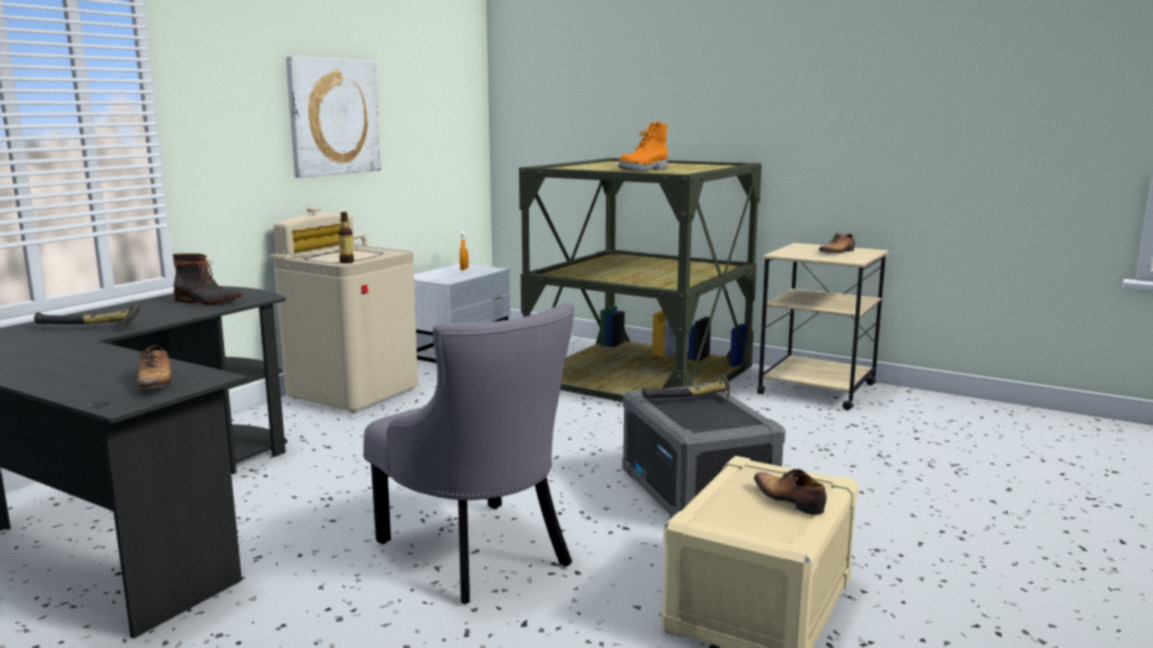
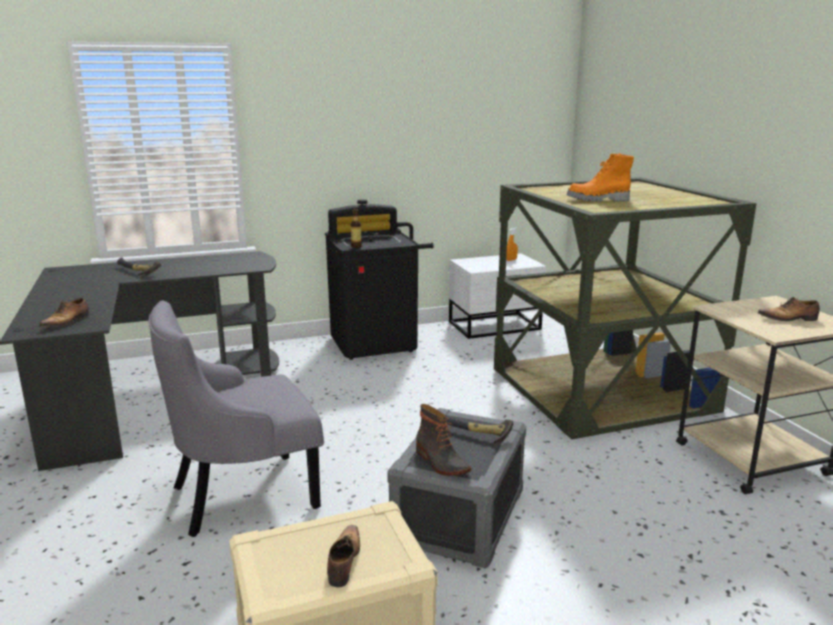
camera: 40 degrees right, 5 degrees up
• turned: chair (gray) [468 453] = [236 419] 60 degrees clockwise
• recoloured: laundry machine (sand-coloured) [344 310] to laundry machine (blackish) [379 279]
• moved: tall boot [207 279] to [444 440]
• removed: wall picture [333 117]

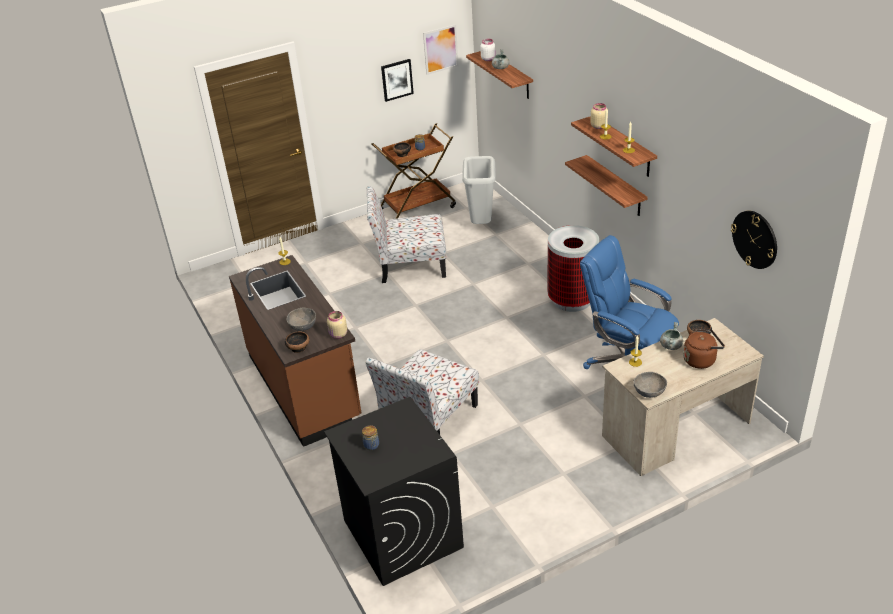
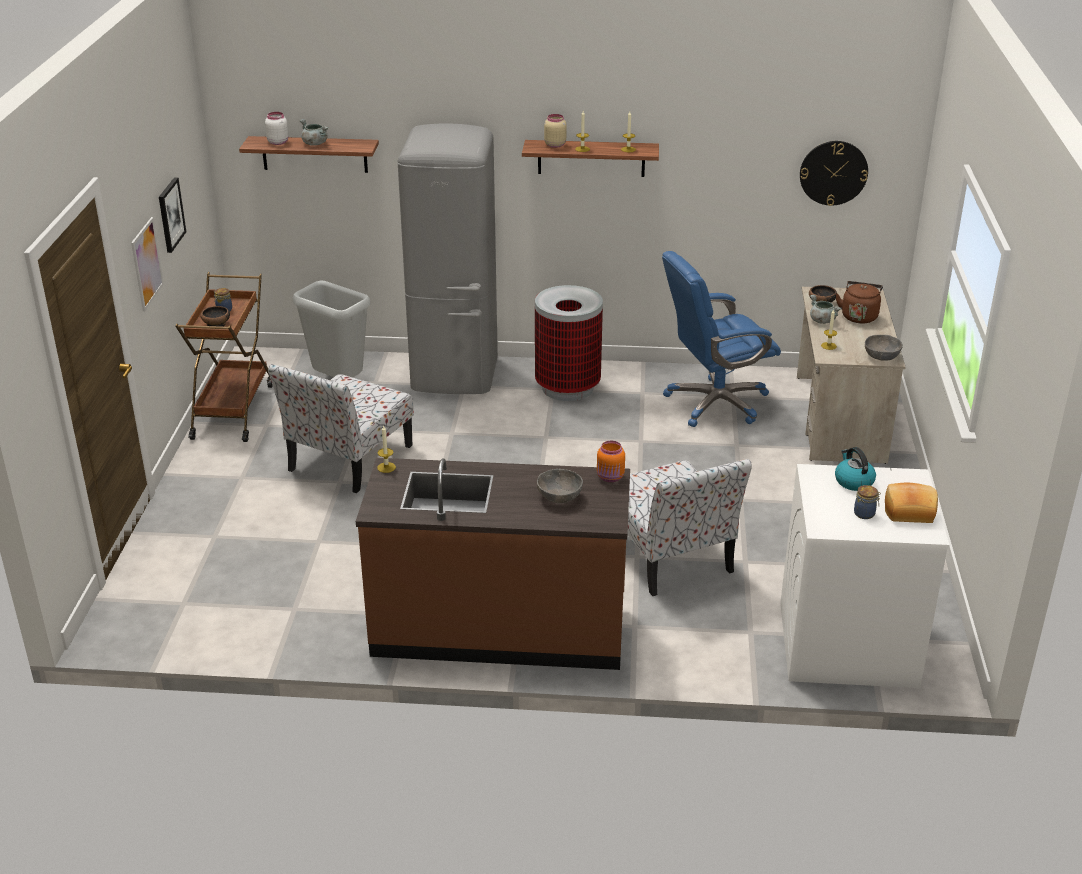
camera: 60 degrees left, 5 degrees down
• moved: wall picture [440 49] to [147 264]
• added: refrigerator (gray) [448 258]
• recoloured: jar (sand-coloured) [337 325] to jar (orange) [611 461]
• recoloured: laundry machine (blackish) [394 491] to laundry machine (white) [864 576]
• added: kettle [855 469]
• added: bread [911 503]
• removed: bowl [297 342]
• removed: wall shelf [606 185]

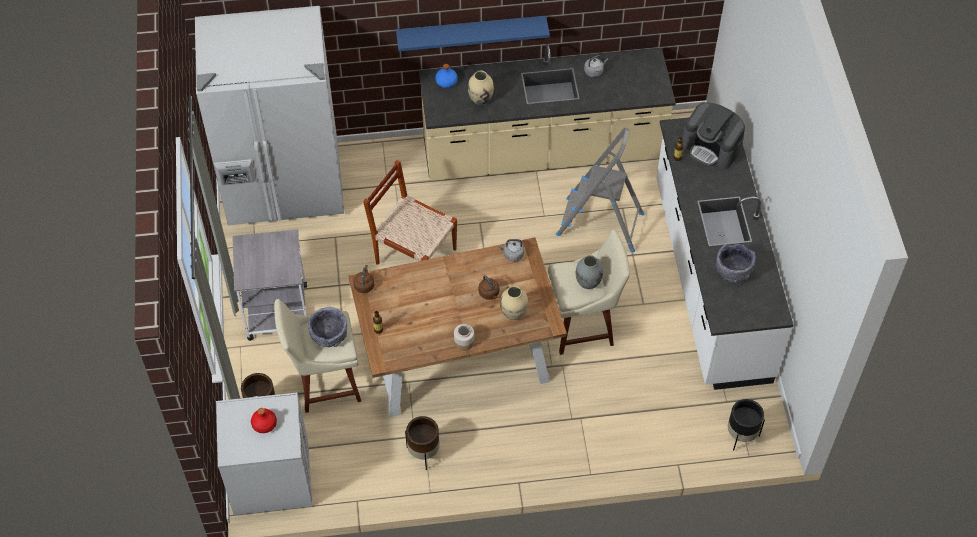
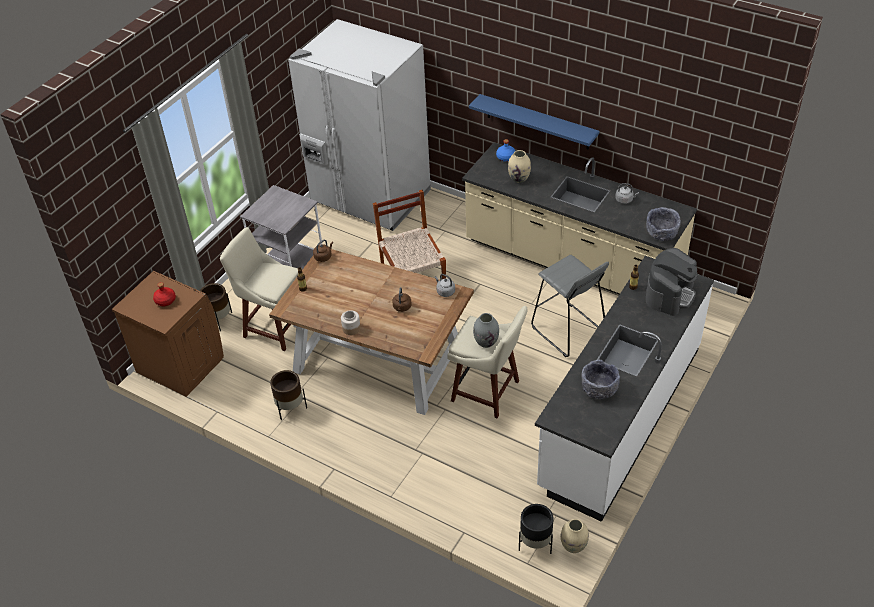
camera: 40 degrees right, 10 degrees down
• recoloured: laundry machine (white) [264 454] to laundry machine (brownish) [168 334]
• replaced: stepladder (gray) [600 189] to sitting stool (gray) [570 306]
• moved: flower vase (sand-coloured) [514 303] to [575 536]
• moved: bowl (gray) [327 327] to [663 224]
• turned: coffee maker [713 135] = [671 282] 135 degrees counterclockwise

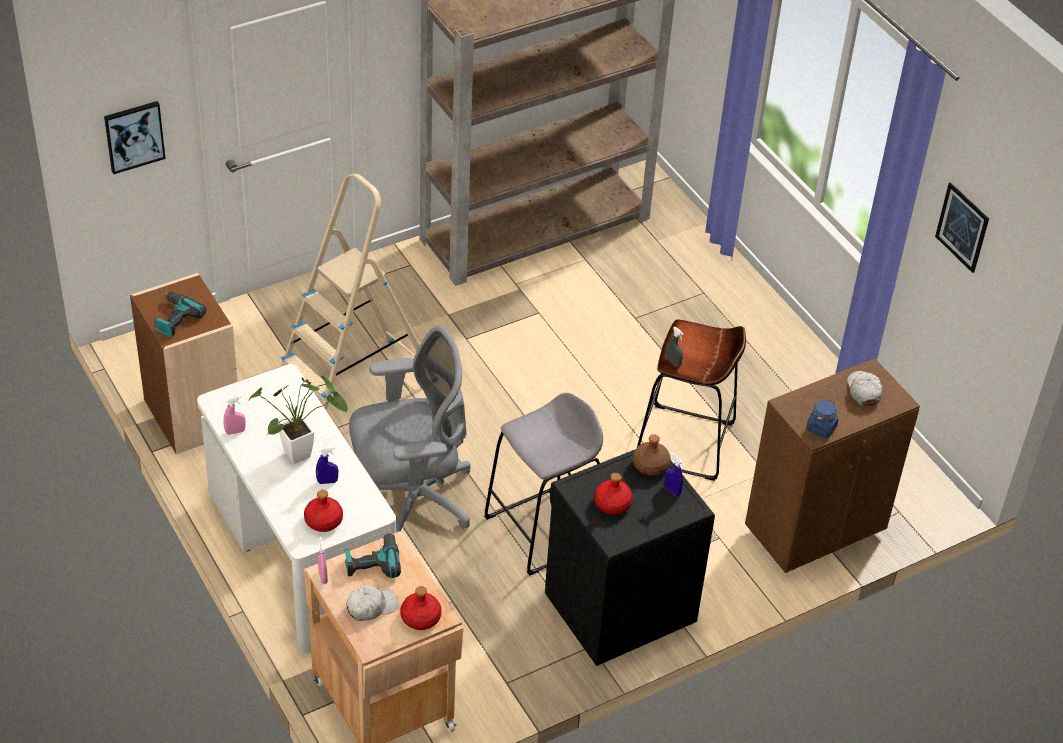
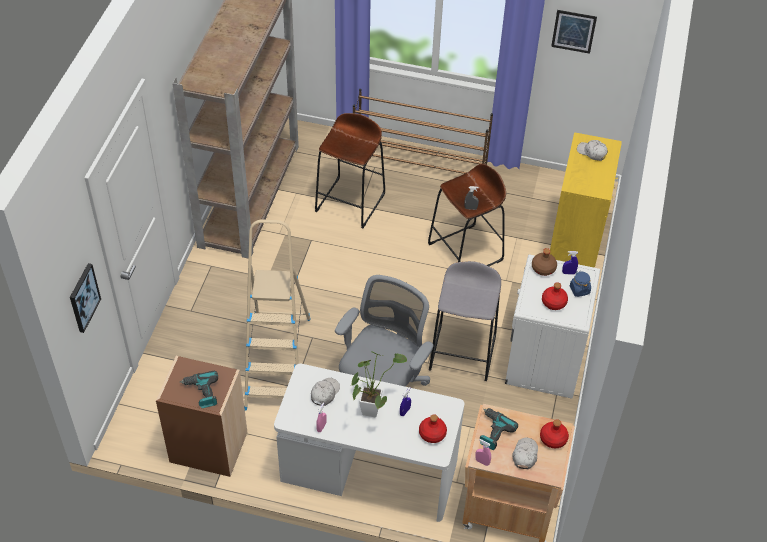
camera: 45 degrees left, 5 degrees up
• added: cap (white) [325 392]
• added: sitting stool (brownish) [350 170]
• added: shoe stand (brownish) [423 131]
• recoloured: laundry machine (blackish) [630 558] to laundry machine (white) [553 326]
• recoloured: cupboard (brownish) [832 465] to cupboard (yellowish) [586 200]
• moved: jar (blue-coloured) [822 419] to [580 284]

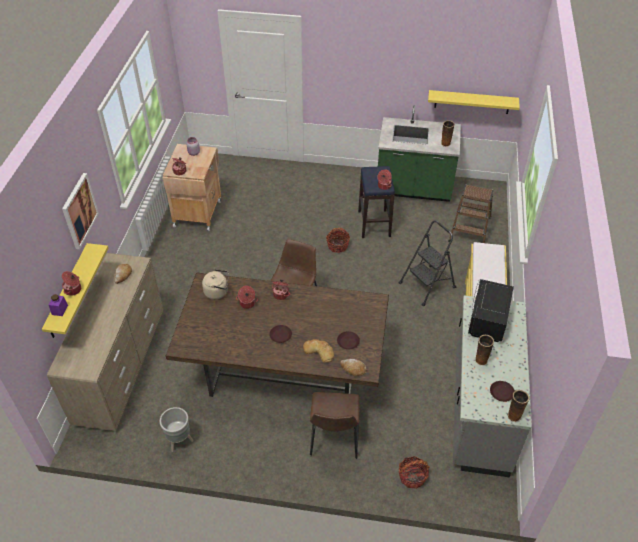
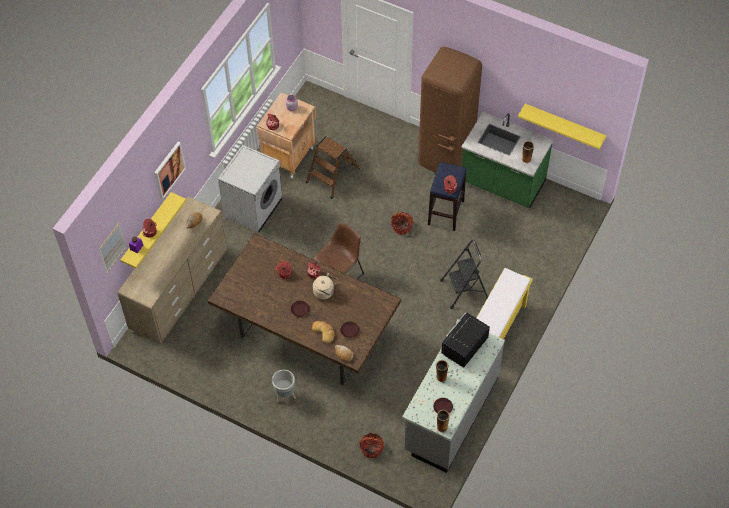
camera: 20 degrees right, 10 degrees up
• added: wall picture [112 247]
• added: laundry machine (white) [250 189]
• moved: flower pot (gray) [176 429] to [284 386]
• moved: stepladder (brownish) [471 213] to [333 167]
• moved: kettle (sand-coloured) [215 284] to [325 286]
• added: refrigerator (brownish) [450 110]
• removed: chair (brownish) [335 425]

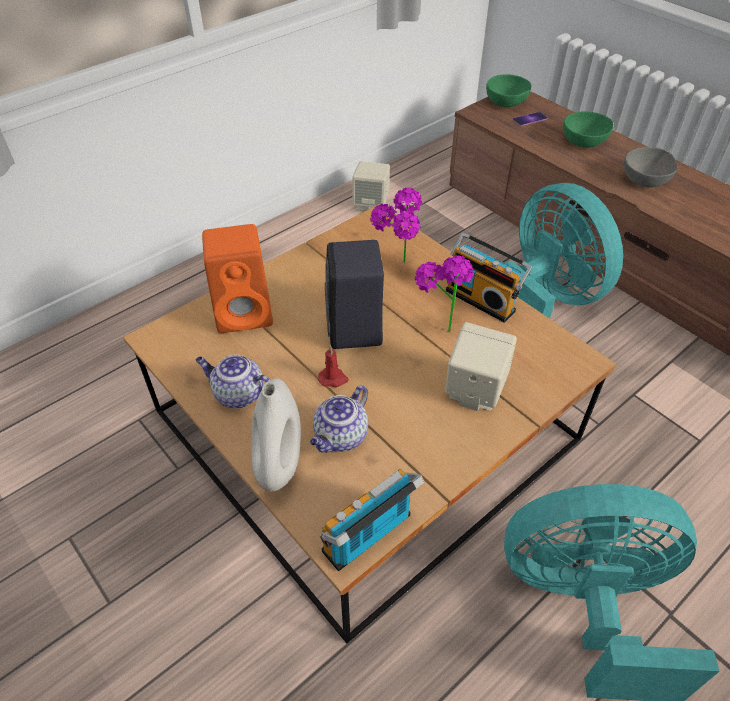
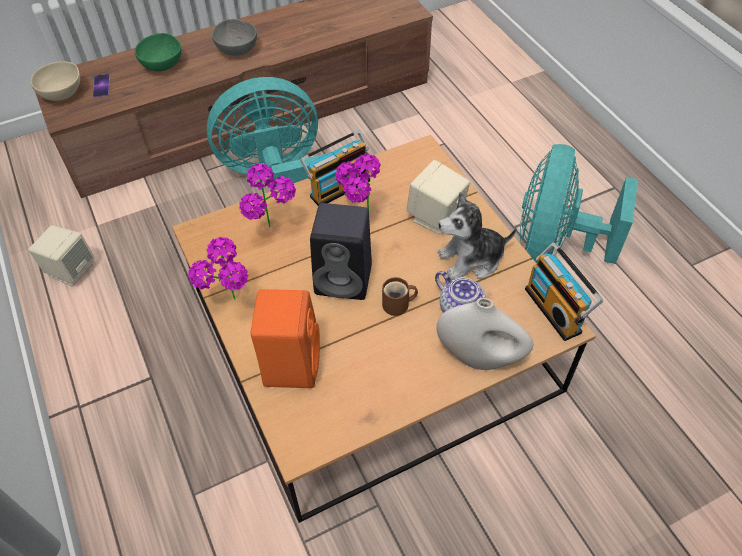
camera: 75 degrees left, 5 degrees up
• recoloured: bowl (green) [508 90] to bowl (sand-coloured) [55 81]
• added: plant in a pot [218 268]
• replaced: wax candle (red-coloured) [333 366] to mug (brownish) [400 296]
• added: plush toy [477 236]
• removed: pot for tea [233 381]

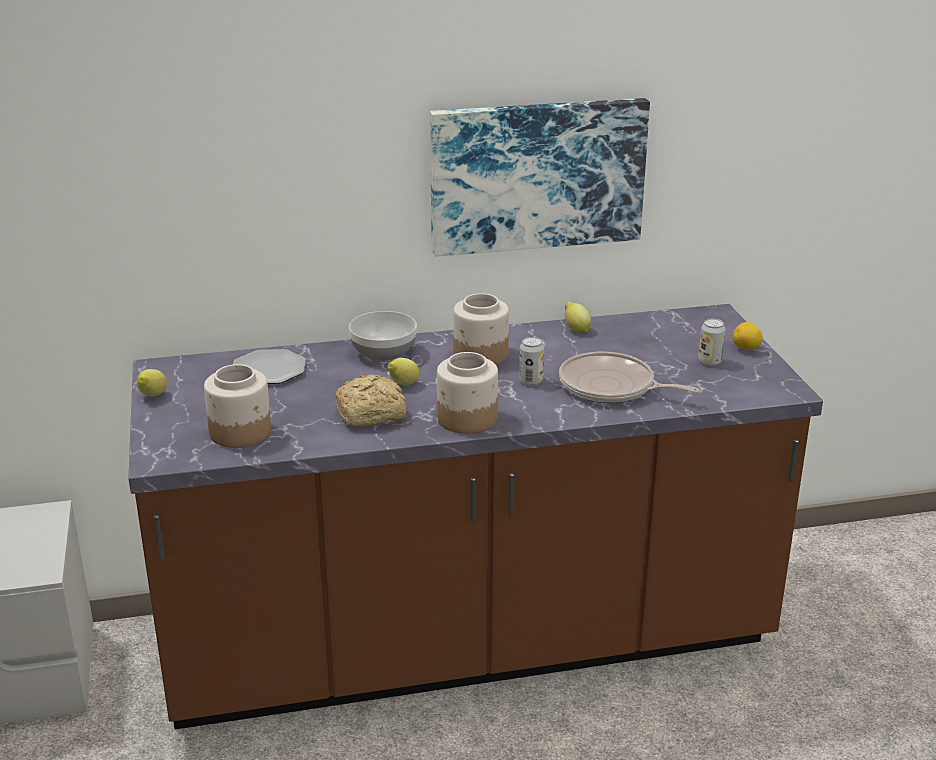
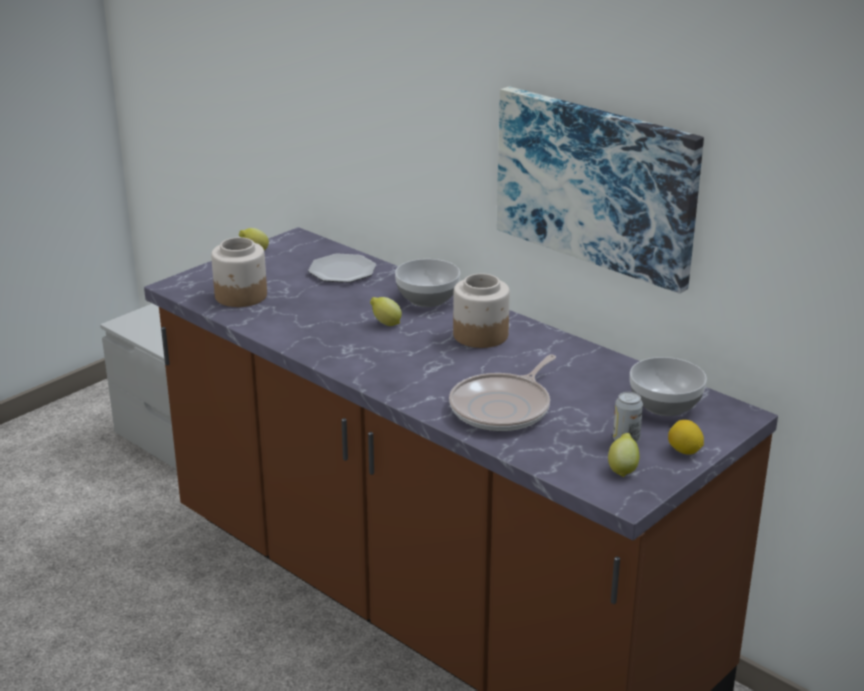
camera: 55 degrees right, 0 degrees up
• turned: frying pan [629 377] = [502 392] 135 degrees counterclockwise
• moved: lemon [578 317] to [624 455]
• added: bowl [668 386]
• removed: bread [371 401]
• removed: jar [467 393]
• removed: metal can [531 361]

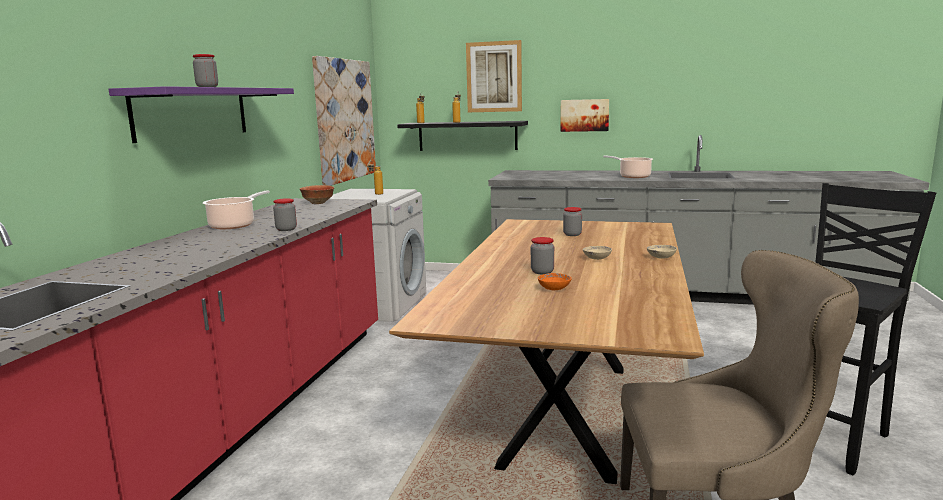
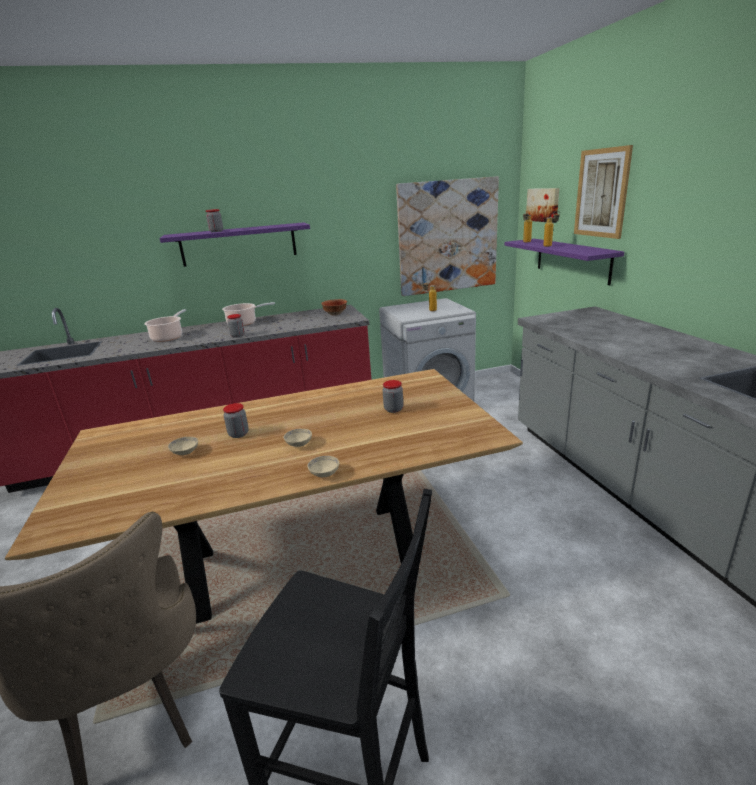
camera: 60 degrees right, 10 degrees up
• moved: stockpot [628 167] to [165 325]
• recoloured: bowl (orange) [555 281] to bowl (sand-coloured) [183 446]
• recoloured: wall shelf (blackish) [462 136] to wall shelf (purple) [564 262]
• moved: wall picture [584 115] to [542 205]

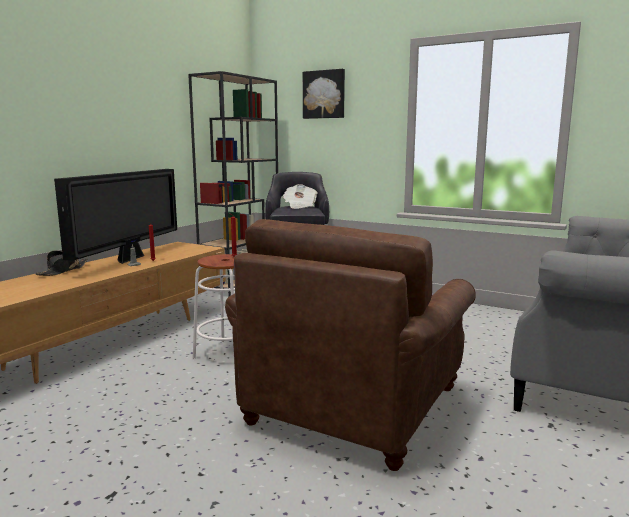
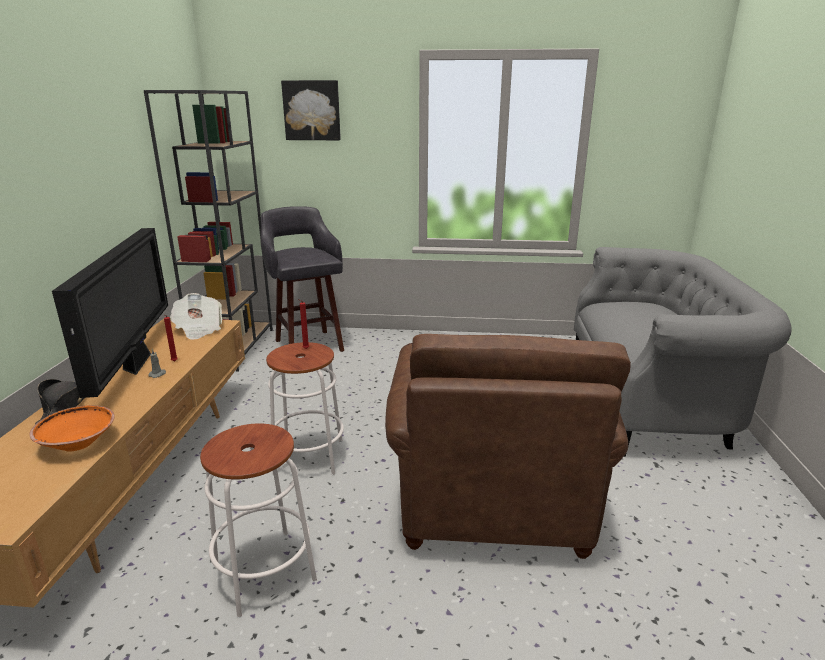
camera: 25 degrees left, 10 degrees up
• added: bowl (orange) [72 428]
• moved: daily paper [300 196] to [196 316]
• added: sitting stool (white) [258 521]

